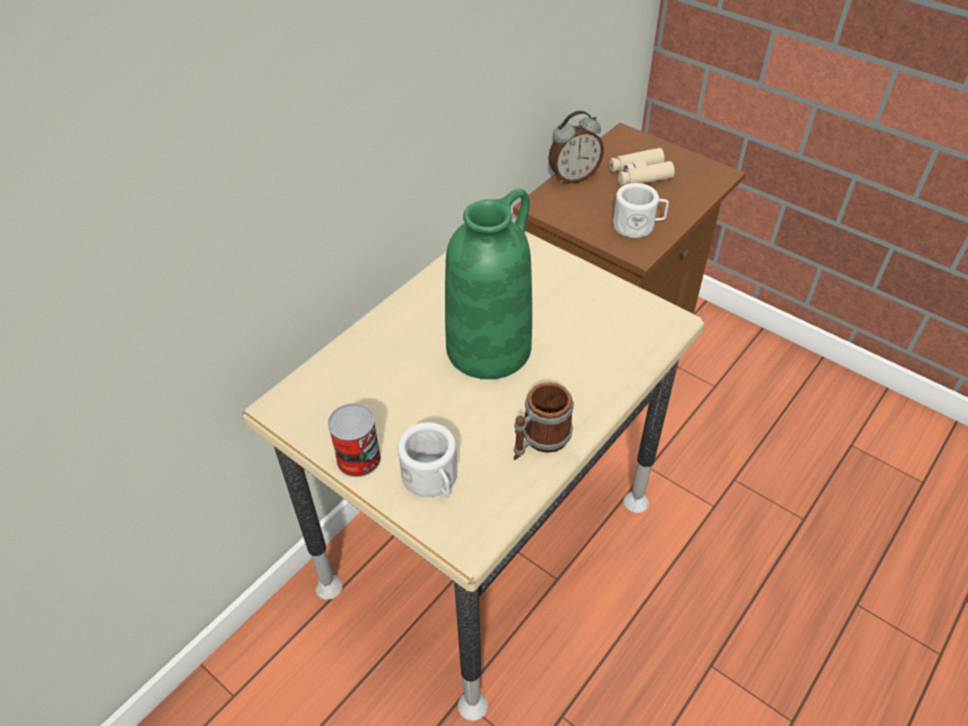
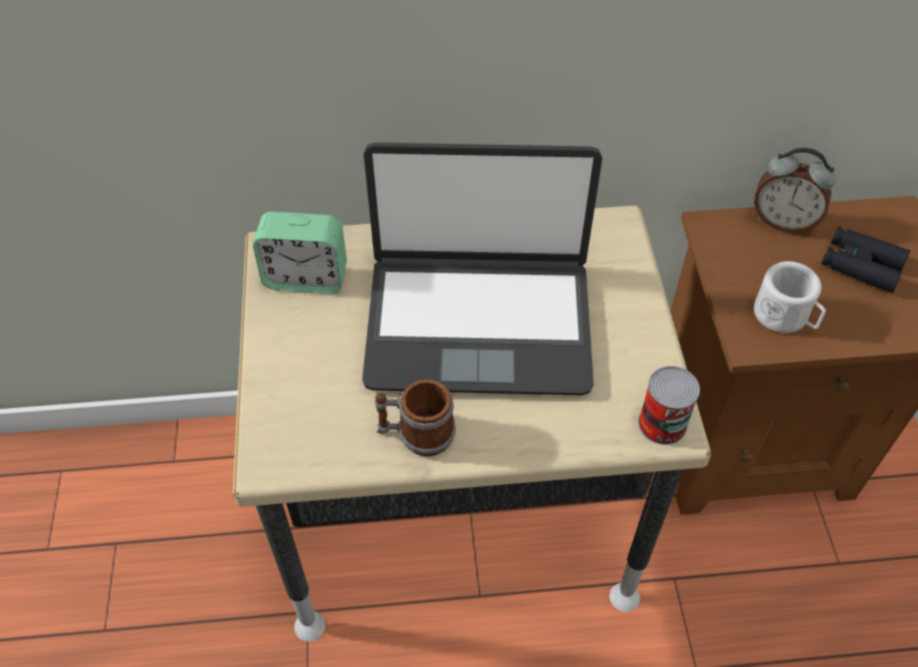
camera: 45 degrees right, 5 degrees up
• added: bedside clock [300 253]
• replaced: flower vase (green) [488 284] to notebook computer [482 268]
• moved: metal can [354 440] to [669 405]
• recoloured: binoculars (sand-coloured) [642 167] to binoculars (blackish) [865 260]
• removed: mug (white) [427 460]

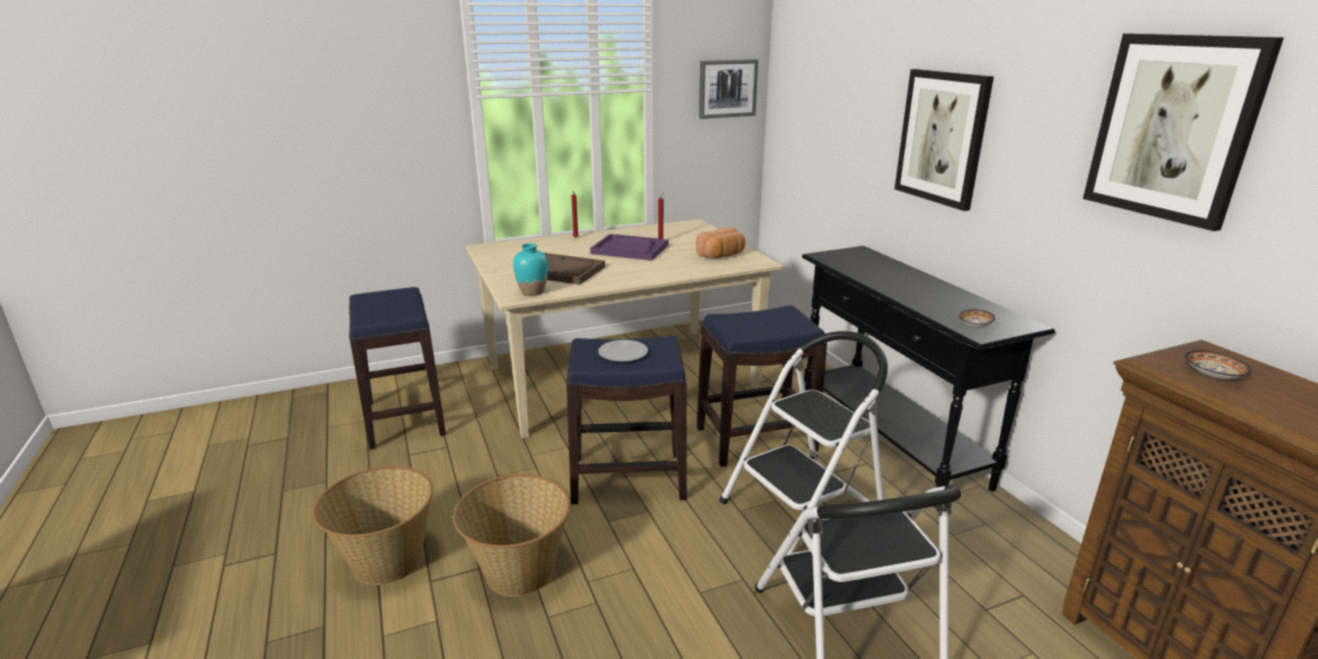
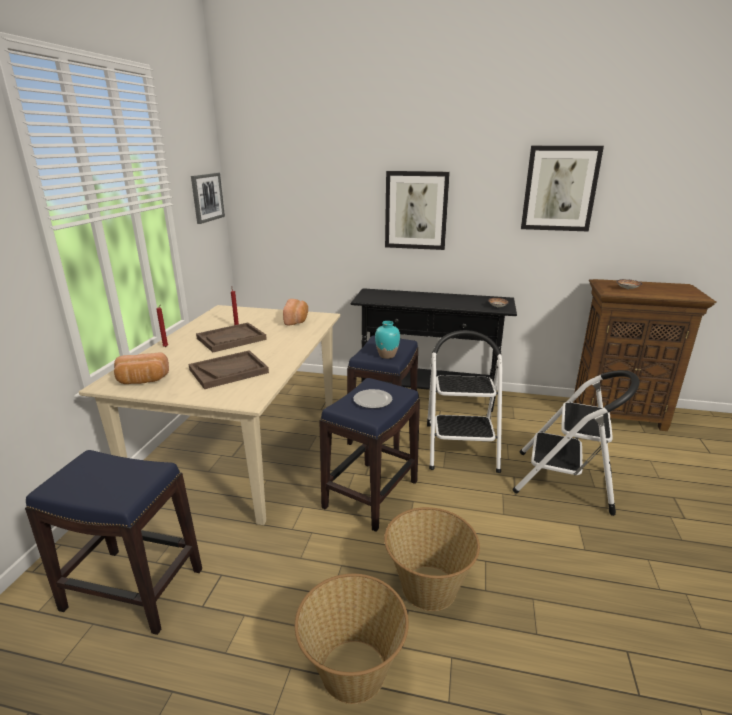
camera: 55 degrees left, 0 degrees up
• added: bread [141 368]
• recoloured: tray (purple) [629 247] to tray (brownish) [231 337]
• moved: flower vase (blue-green) [530 269] to [387 340]

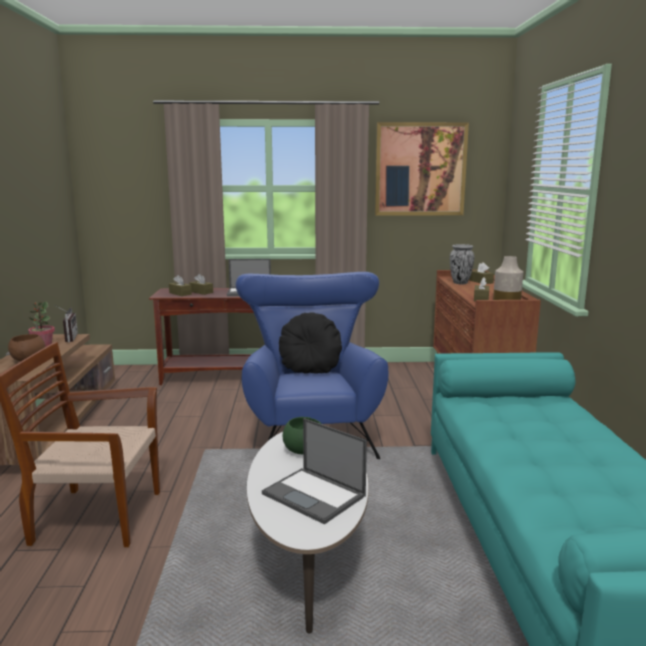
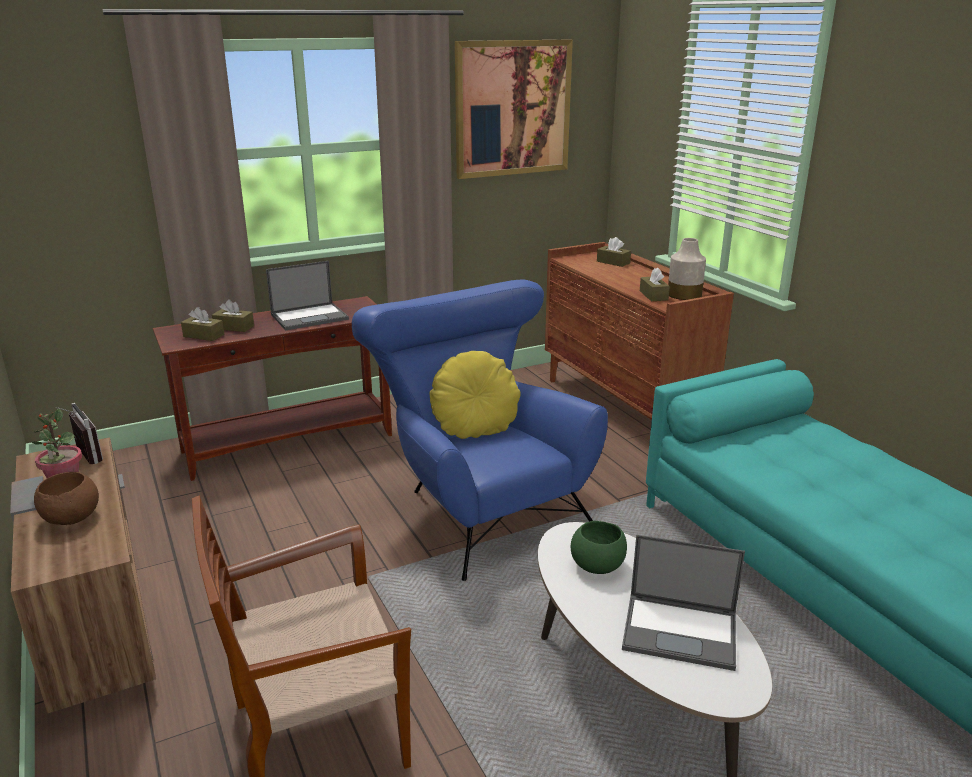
camera: 25 degrees left, 10 degrees up
• recoloured: throw pillow (blackish) [310 342] to throw pillow (yellowish) [475 395]
• removed: flower vase [462 264]

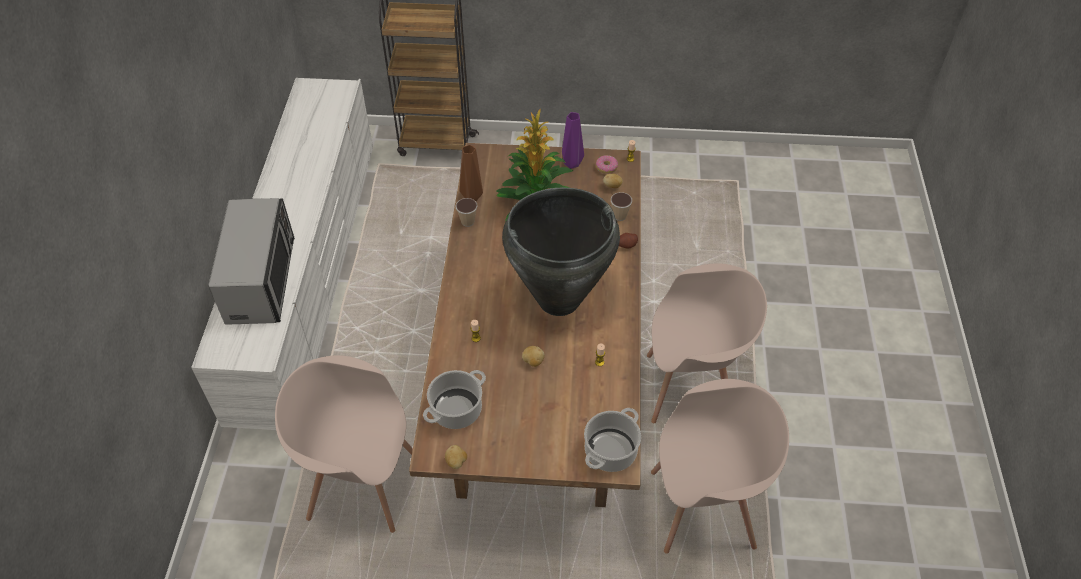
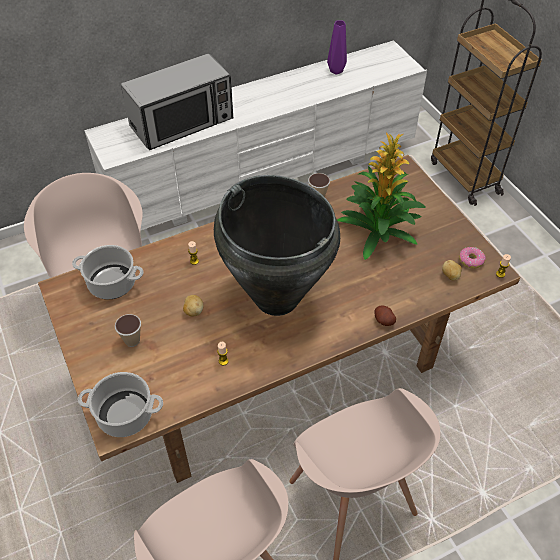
camera: 60 degrees right, 0 degrees up
• moved: drinking cup [621 206] to [128 330]
• moved: flower vase (purple) [573 140] to [337 47]
• removed: spud [456 457]
• removed: flower vase (brownish) [471 173]

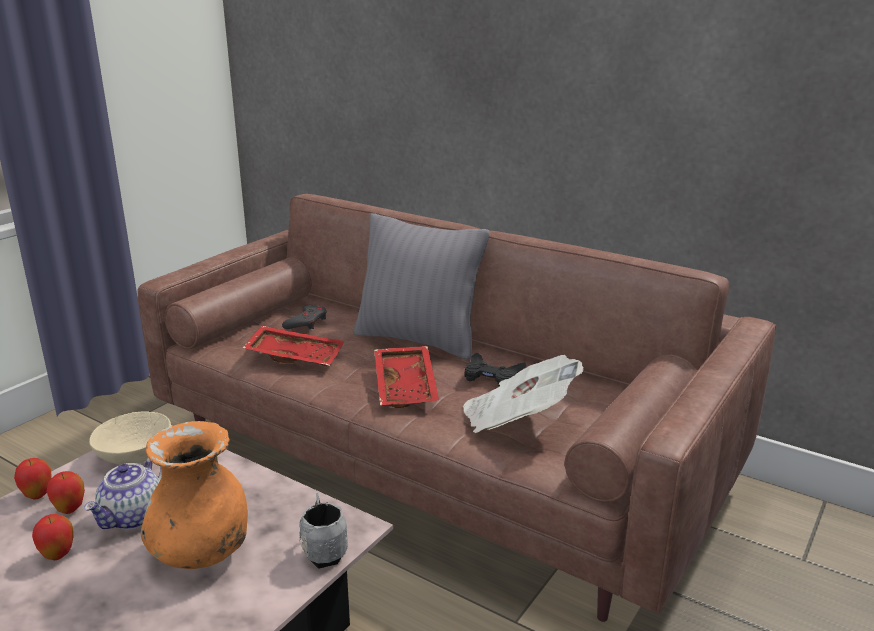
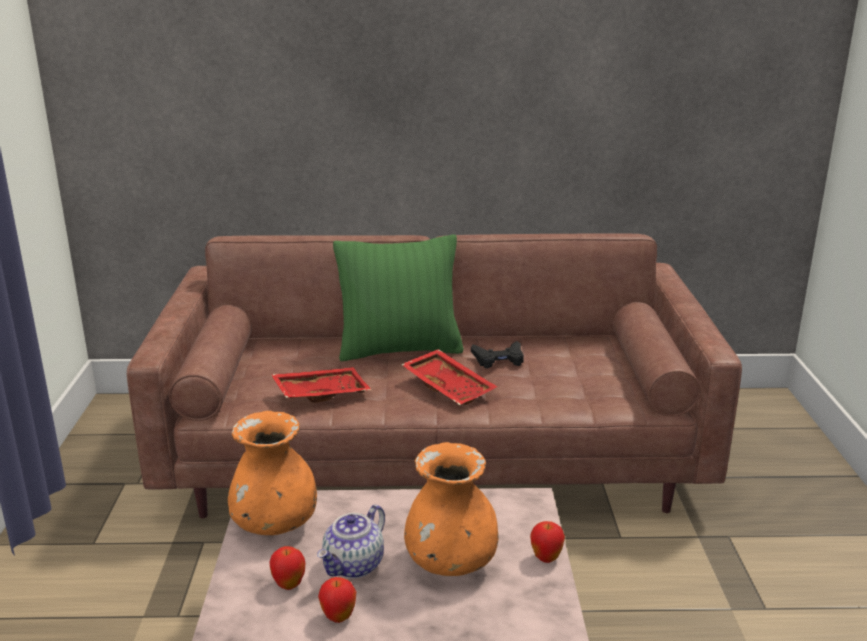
camera: 35 degrees left, 0 degrees up
• replaced: bowl (sand-coloured) [130 438] to flower vase (orange) [272 473]
• turned: pot for tea [123 494] = [351 541] 45 degrees clockwise
• recoloured: throw pillow (gray) [421 286] to throw pillow (green) [398 298]
• moved: whole apple [33 479] to [547 542]
• removed: game controller (gray) [304 316]
• removed: mug (gray) [323 531]
• removed: daily paper [523 394]

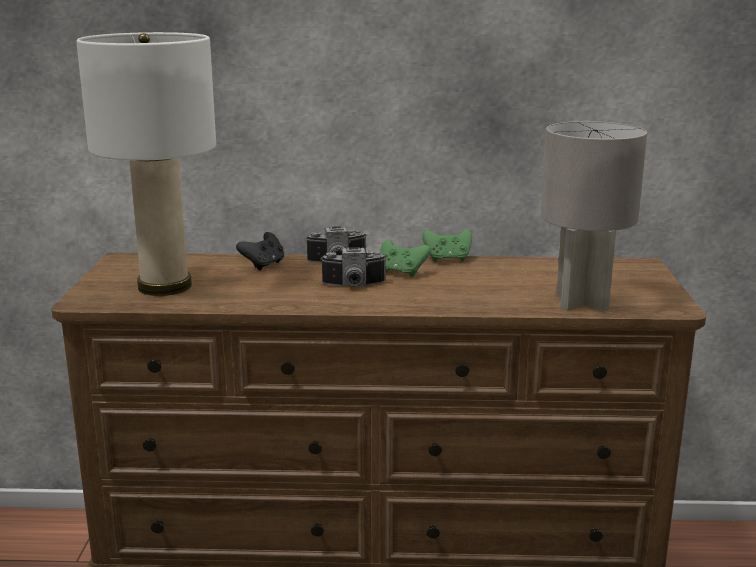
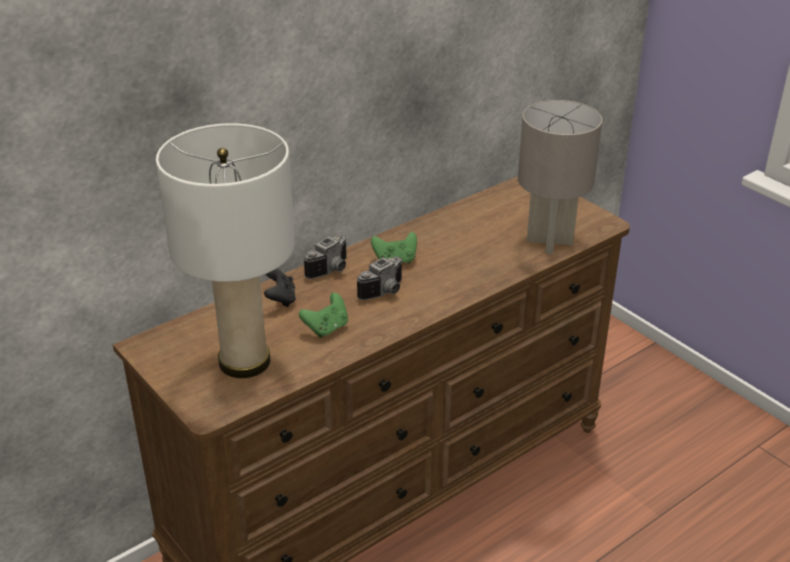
camera: 40 degrees left, 15 degrees up
• moved: game controller (green) [447 246] to [323 315]

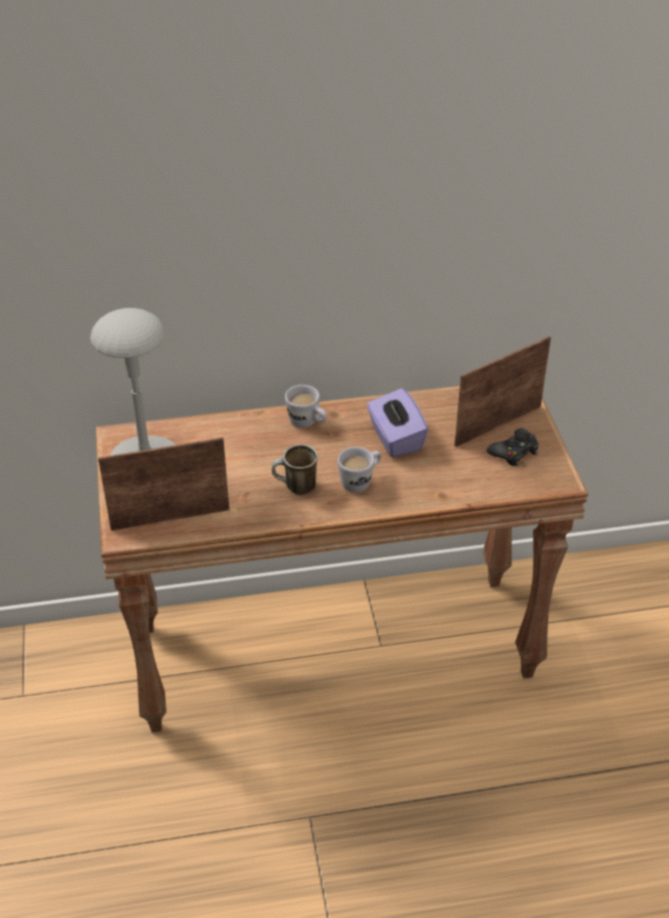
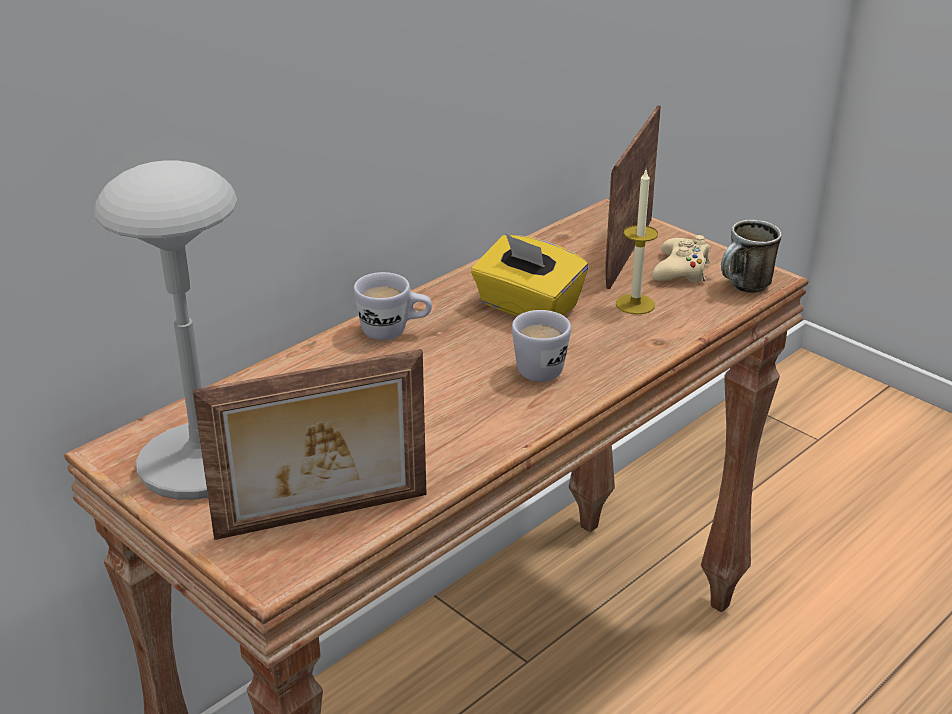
camera: 35 degrees left, 10 degrees down
• turned: picture frame [163 484] = [310 444] 150 degrees counterclockwise
• recoloured: tissue holder (purple) [397 422] to tissue holder (yellowish) [529 275]
• added: wax candle [637 242]
• recoloured: game controller (blackish) [512 447] to game controller (sand-coloured) [681 259]
• moved: mug [295 469] to [751 256]

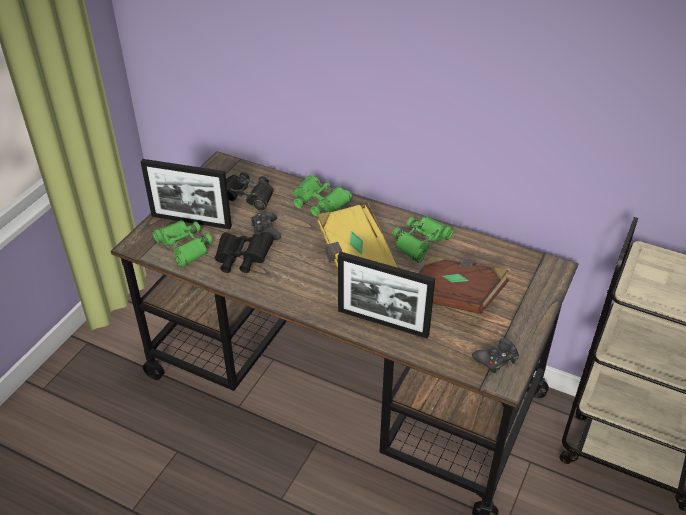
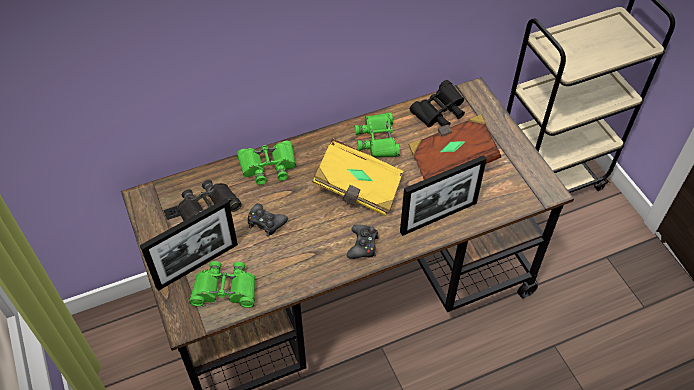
camera: 50 degrees left, 10 degrees up
• moved: game controller (blackish) [495 356] to [363 241]
• moved: binoculars (blackish) [244 252] to [437 103]

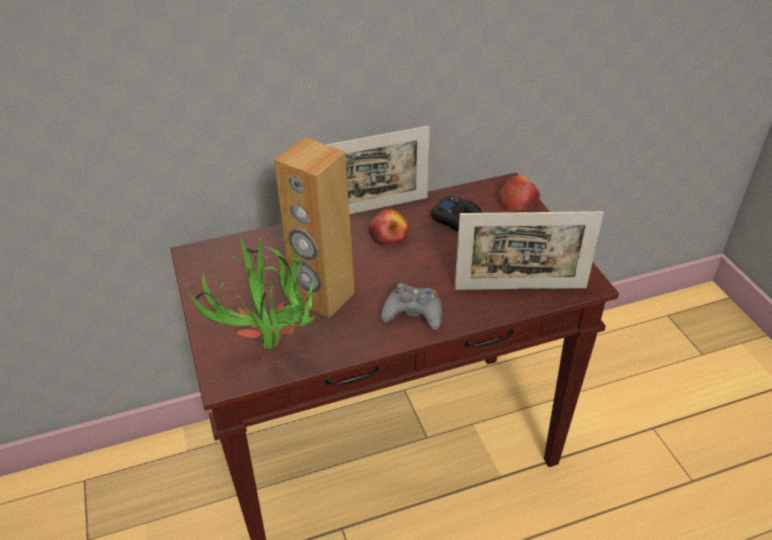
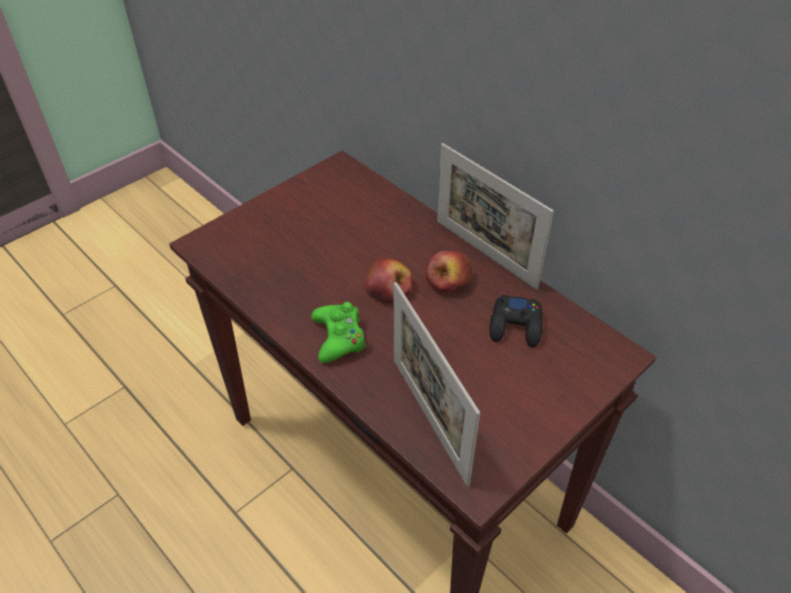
camera: 65 degrees right, 5 degrees up
• recoloured: game controller (gray) [411 306] to game controller (green) [338 332]
• moved: whole apple [520 193] to [388 280]
• removed: plant in a pot [255 294]
• removed: speaker (brownish) [314 227]

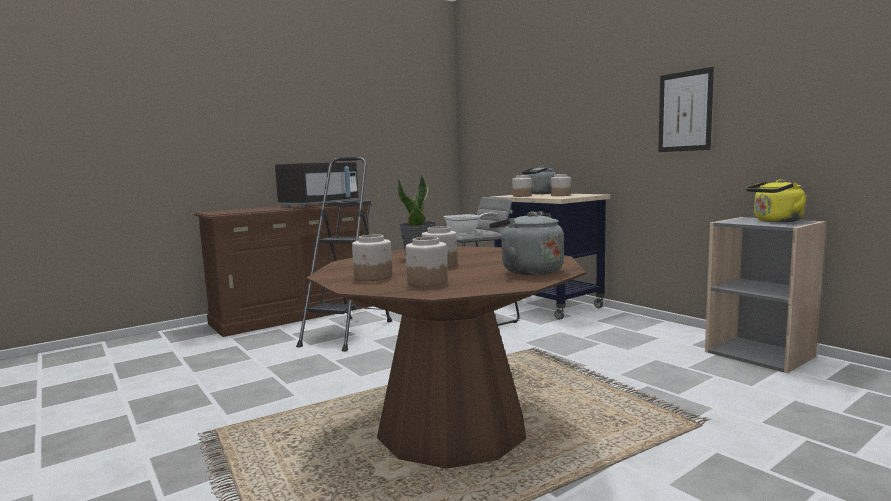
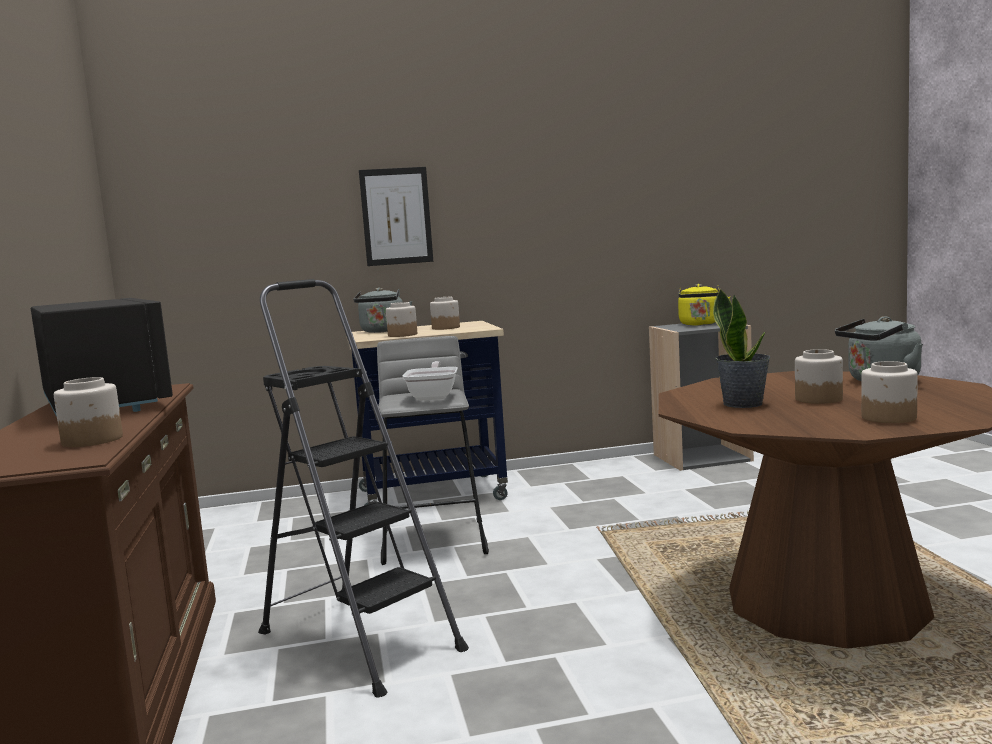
camera: 65 degrees left, 0 degrees up
• moved: jar [427 262] to [88 412]
• moved: wall picture [686 109] to [396 216]

